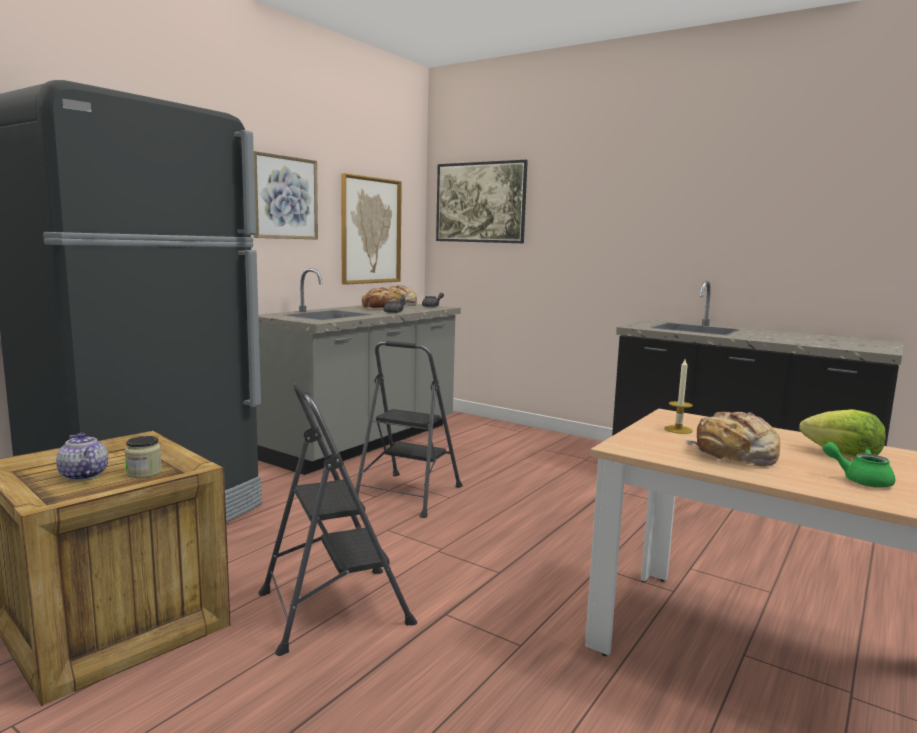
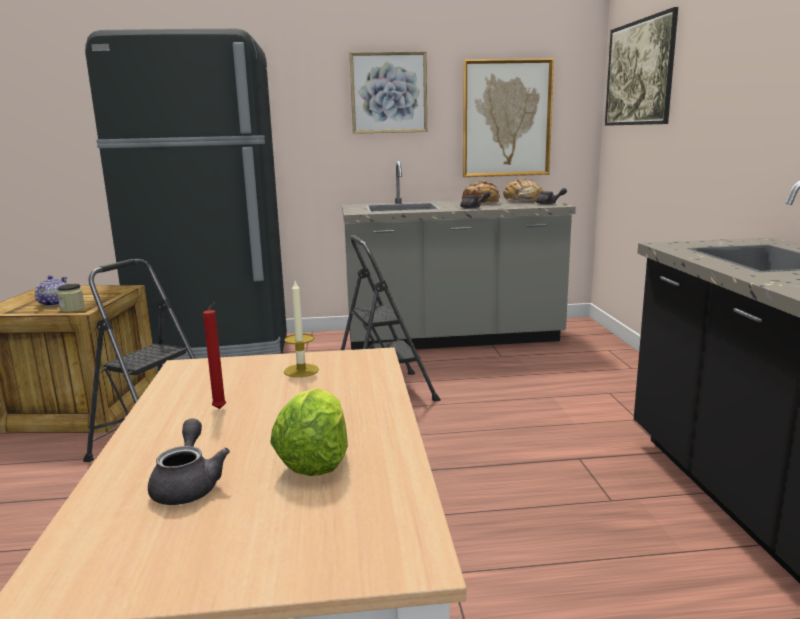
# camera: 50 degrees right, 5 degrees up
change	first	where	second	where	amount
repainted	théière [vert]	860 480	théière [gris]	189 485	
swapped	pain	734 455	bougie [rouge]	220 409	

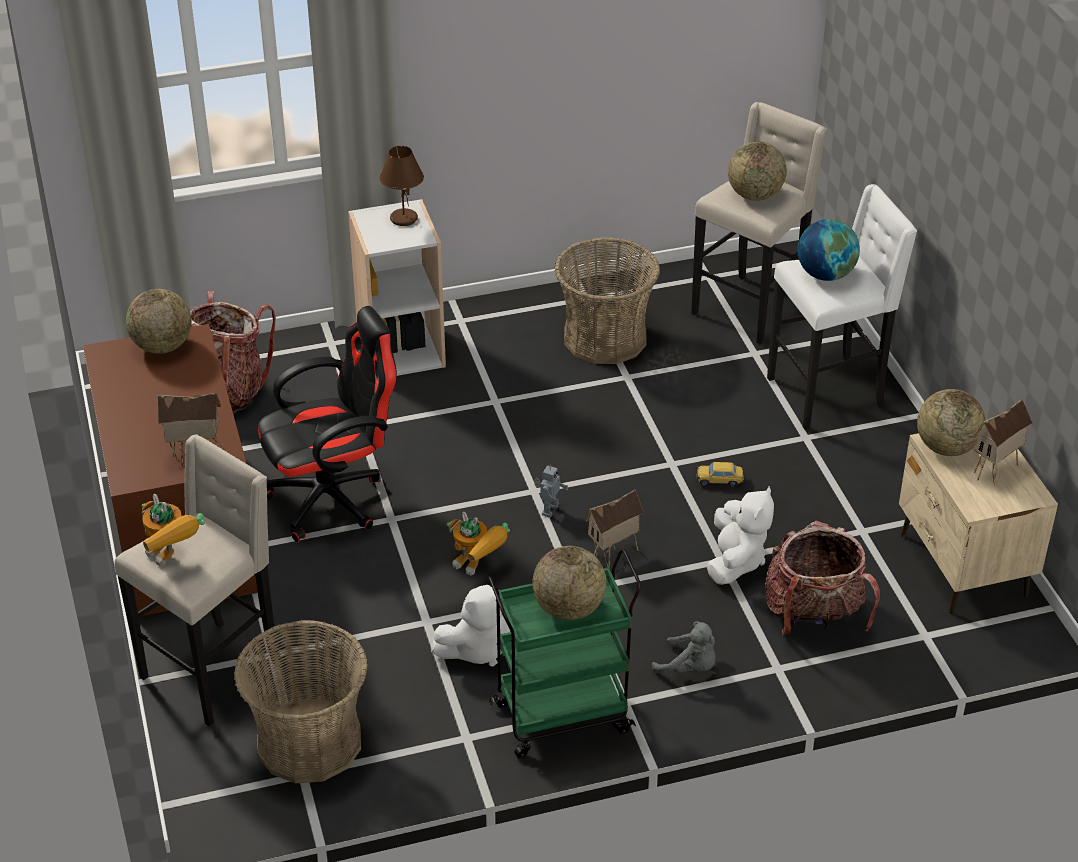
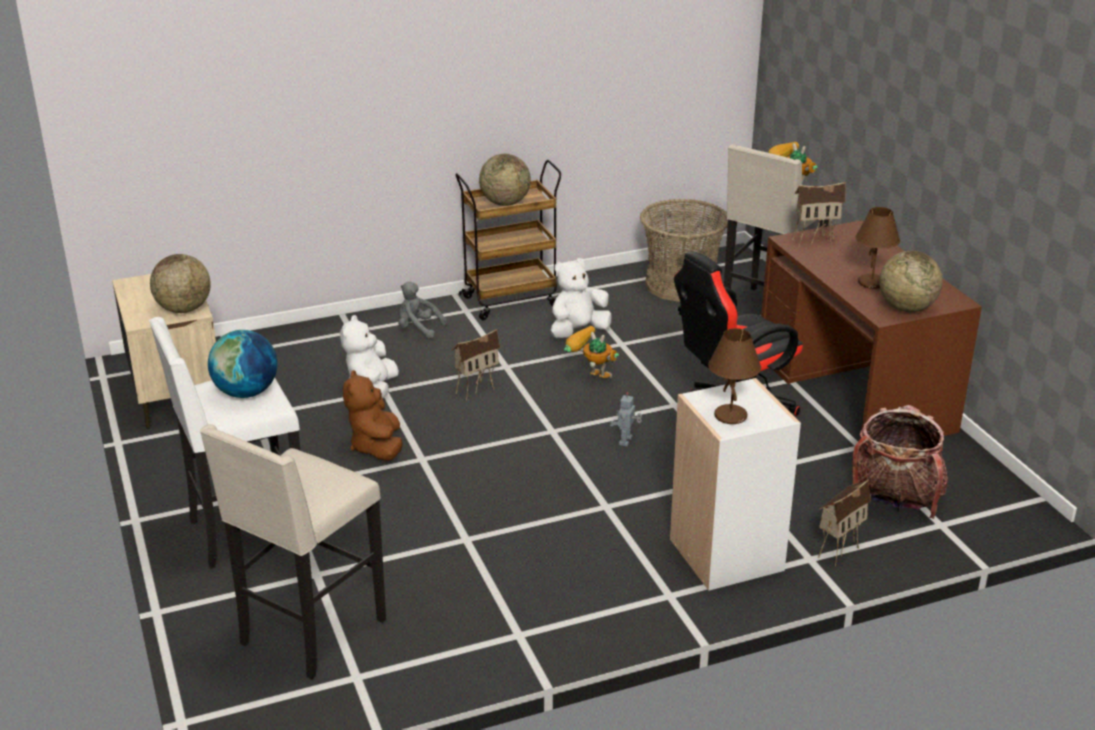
# camera: 175 degrees right, 10 degrees down
change	first	where	second	where	amount
swapped	petite voiture	719 480	peluche [marron]	377 447	
repainted	chariot [vert]	560 718	chariot [marron]	511 301	
shifted	robot jouet	548 510		626 441	
shifted	maison miniature	996 472		838 549	
new			lampe de table [marron]	872 283	
gone	panier	605 338			
gone	globe	755 195			
gone	sac à dos	813 615			

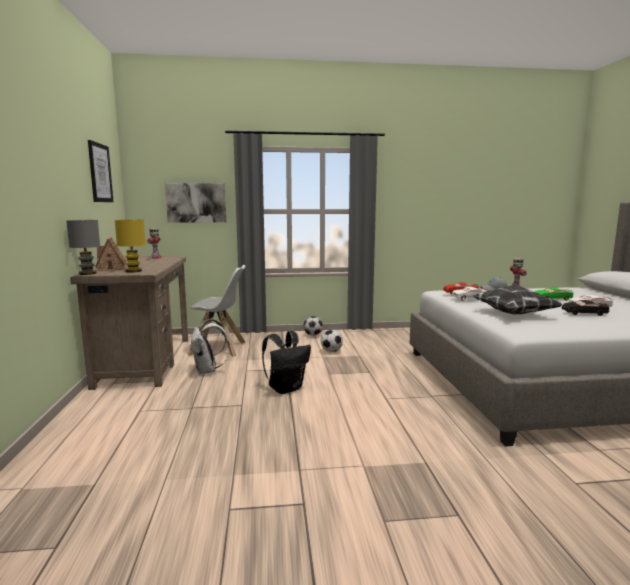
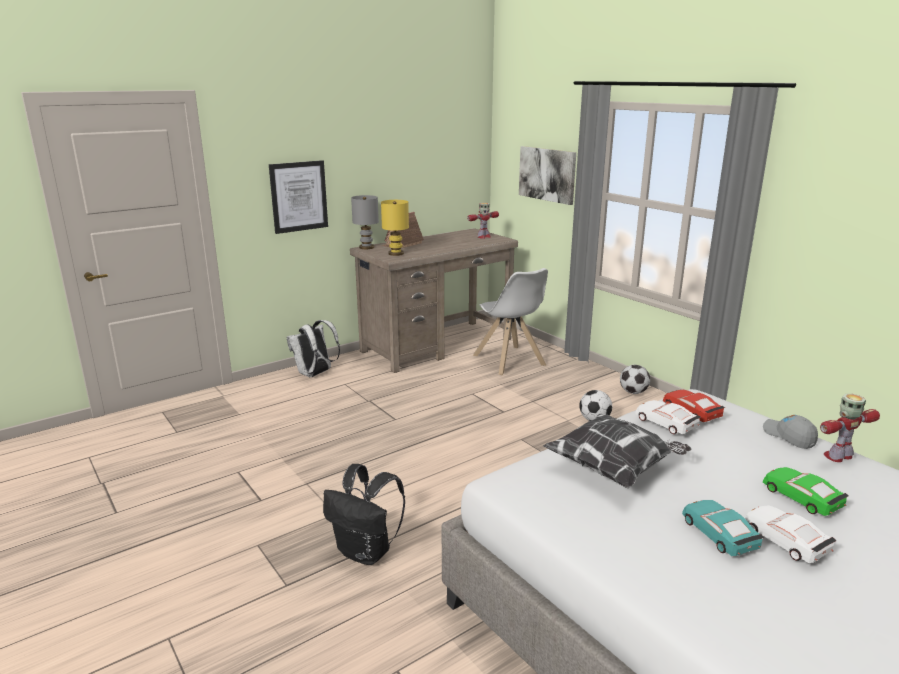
# camera: 60 degrees right, 10 degrees up
change	first	where	second	where	amount
shifted	tableau	100 173		298 196	
shifted	sac à dos [blanc]	208 371		315 374	
shifted	sac à dos [noir]	286 388		366 552	
repainted	petite voiture [noir]	584 313	petite voiture [turquoise]	719 534	

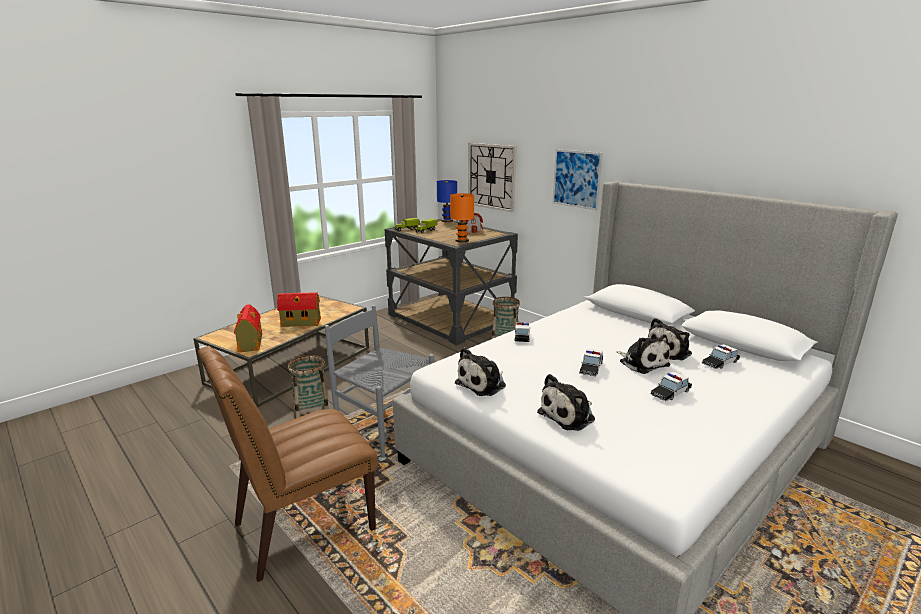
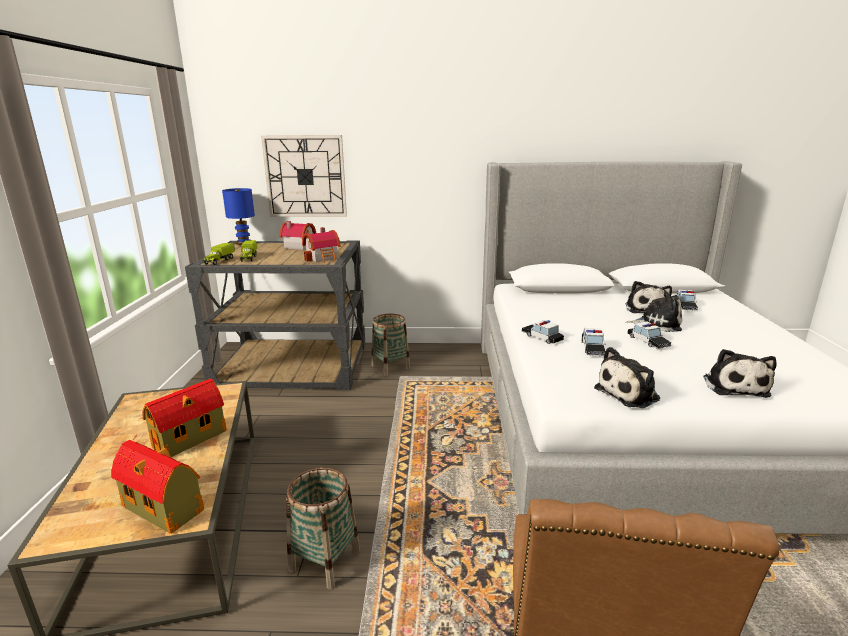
# camera: 45 degrees left, 0 degrees up
change	first	where	second	where	amount
swapped	lampe de table [orange]	462 240	maison miniature	323 258	
shifted	petite voiture	670 393		592 348	
rotated	peluche	483 384		630 393	60 degrees clockwise
gone	chaise [gris]	383 426			
gone	tableau	576 179			

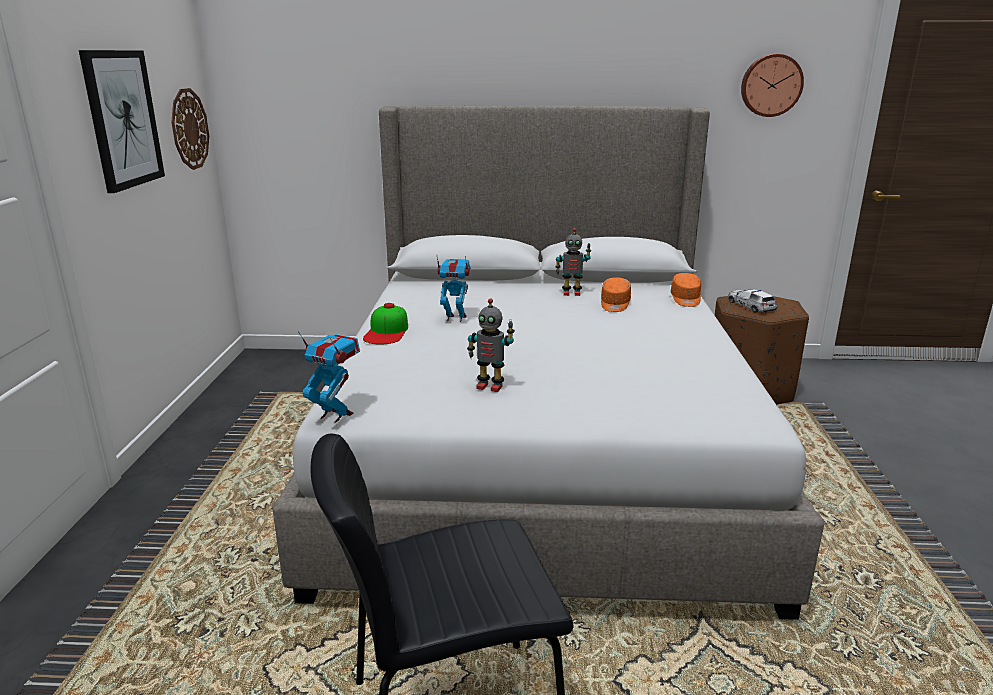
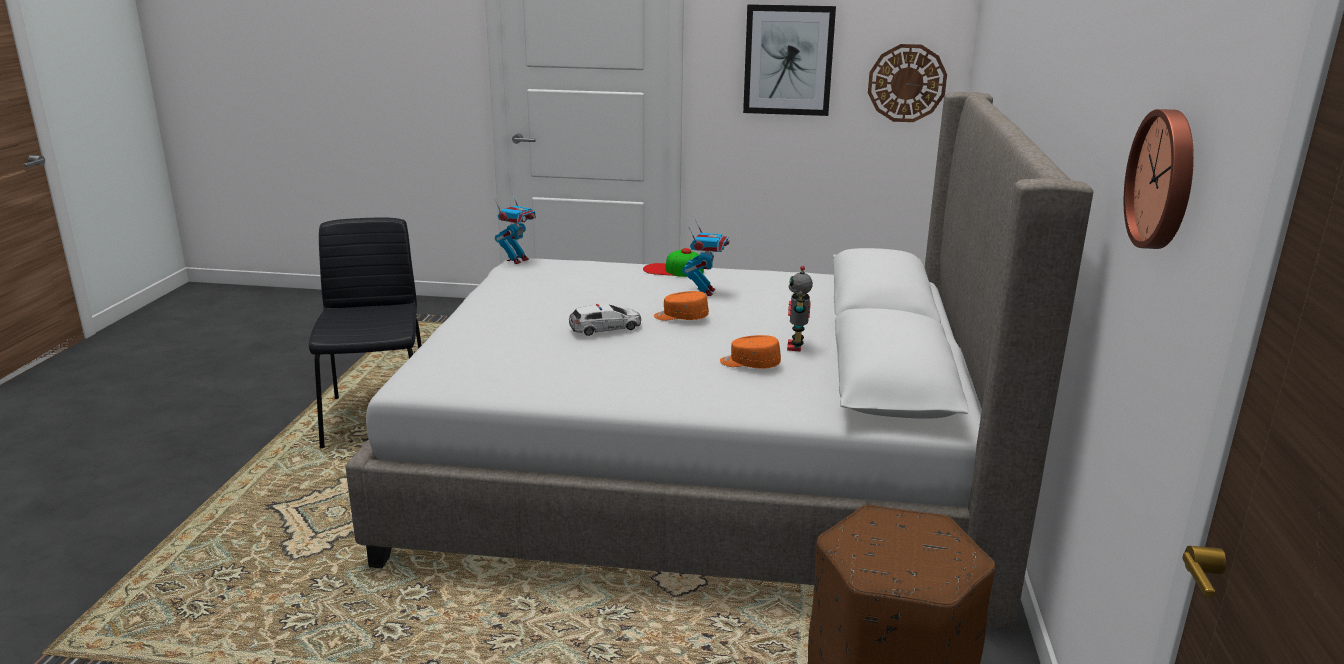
# camera: 95 degrees right, 0 degrees up
change	first	where	second	where	amount
shifted	petite voiture	750 306		605 327	
shifted	casquette [orange]	685 299		680 317	
gone	robot jouet	490 386			

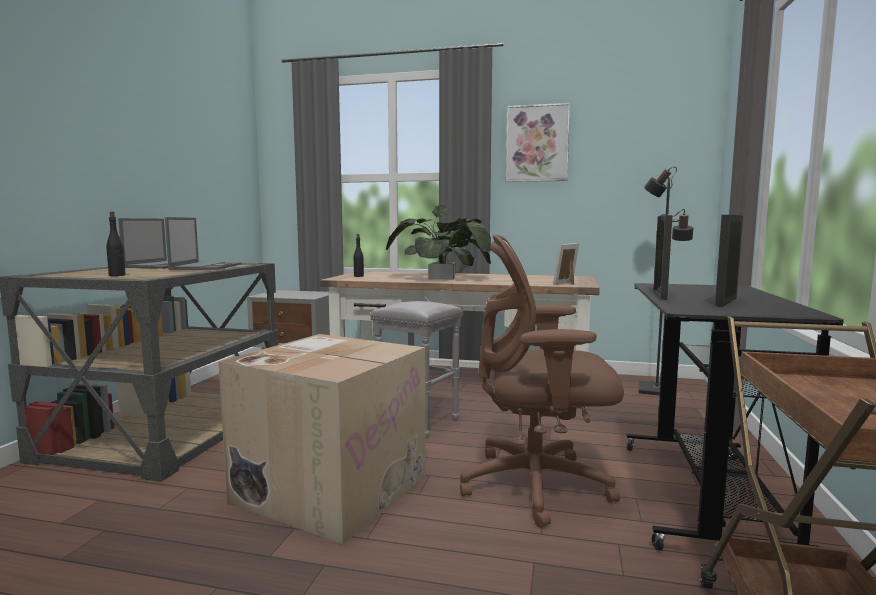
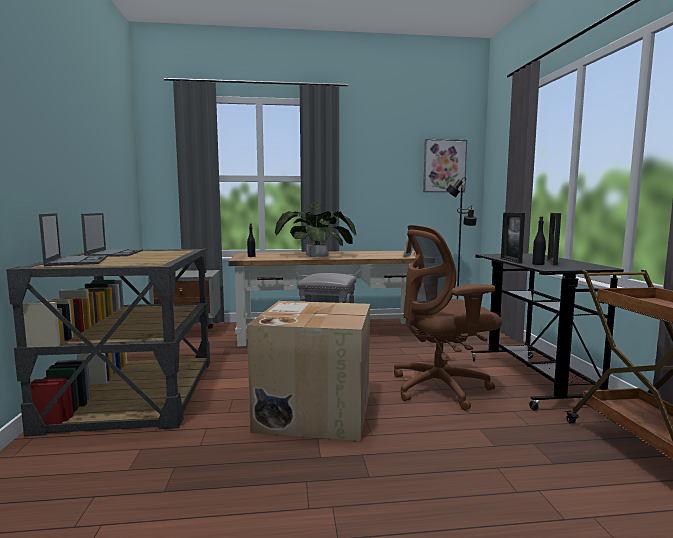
# camera: 20 degrees left, 0 degrees up
change	first	where	second	where	amount
shifted	ordinateur portable	206 266		77 261	
shifted	tableau	537 143		444 166	
shifted	bouteille [noir]	117 275		538 264	

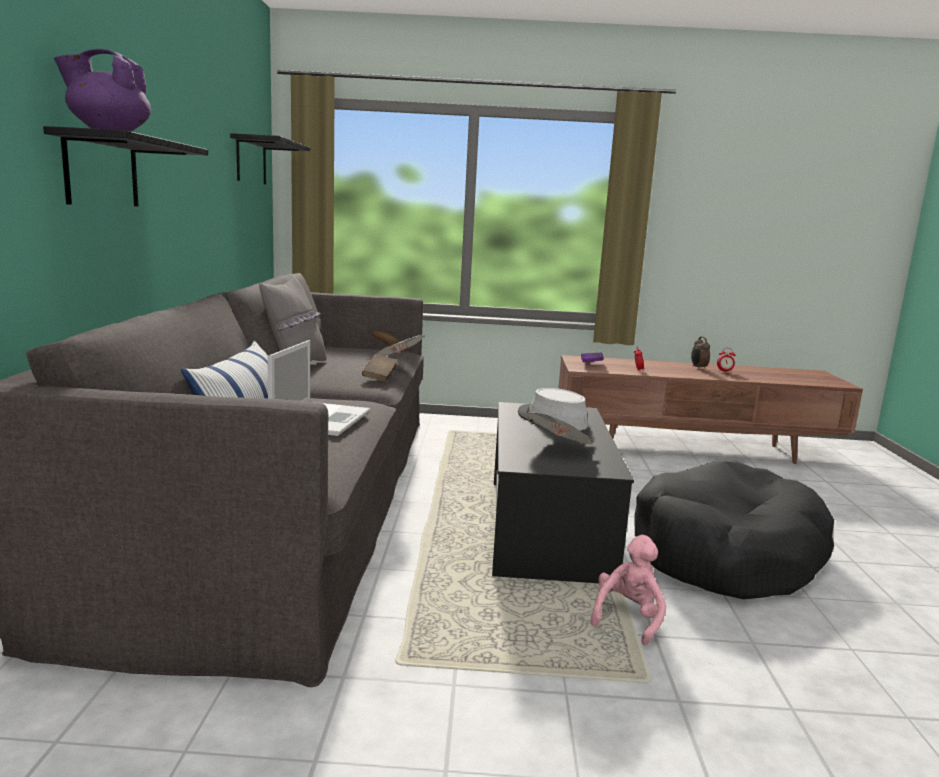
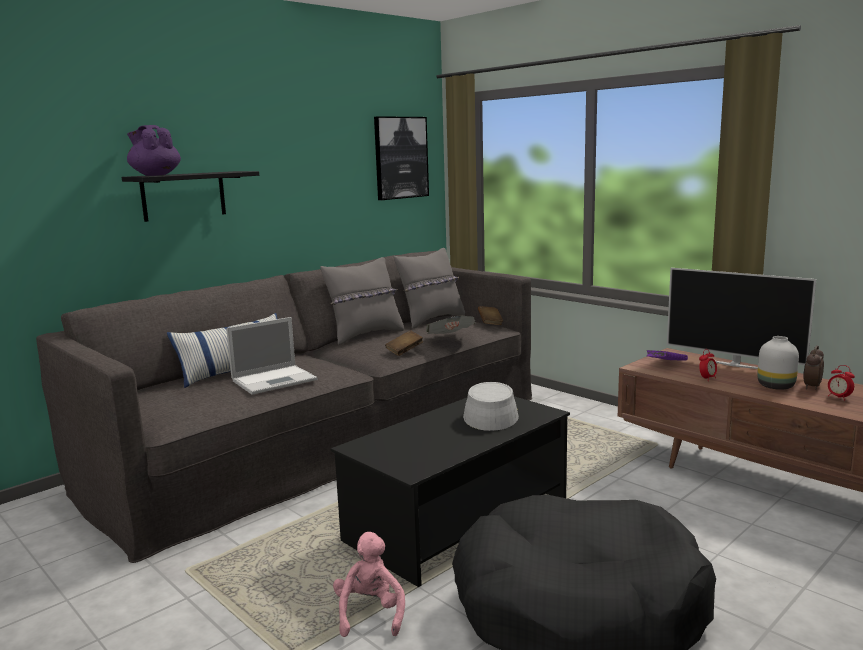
# camera: 45 degrees right, 0 degrees up
change	first	where	second	where	amount
rotated	peluche [rose]	628 618		370 614	75 degrees counterclockwise
swapped	étagère [noir]	251 161	tableau	400 158	
new			coussin [gris]	431 320	
new			téléviseur	734 364	
new			vase [blanc]	775 386	
gone	journal	560 449			

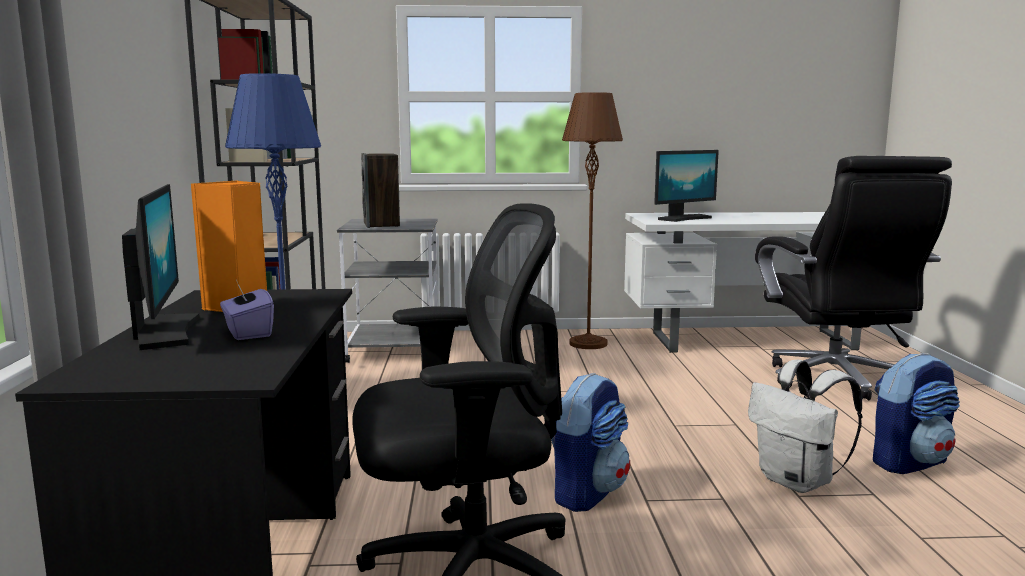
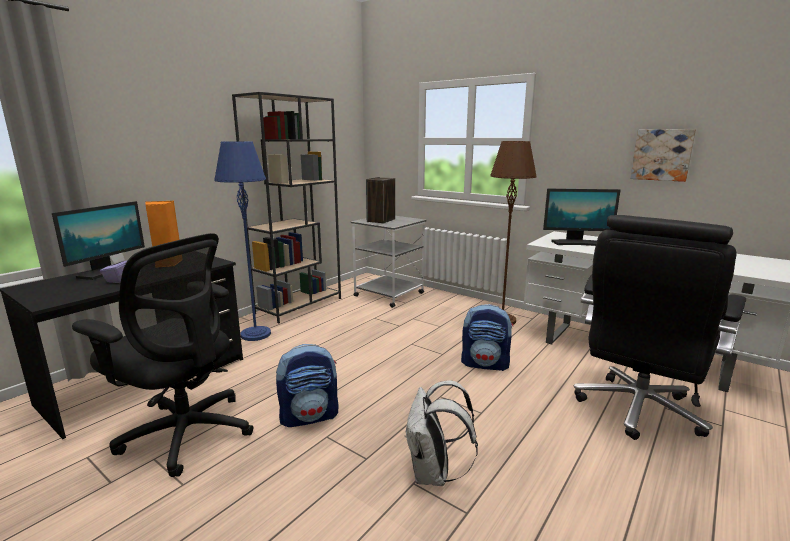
# camera: 40 degrees right, 5 degrees up
change	first	where	second	where	amount
shifted	sac à dos	909 462		485 364	
new			tableau	662 155	

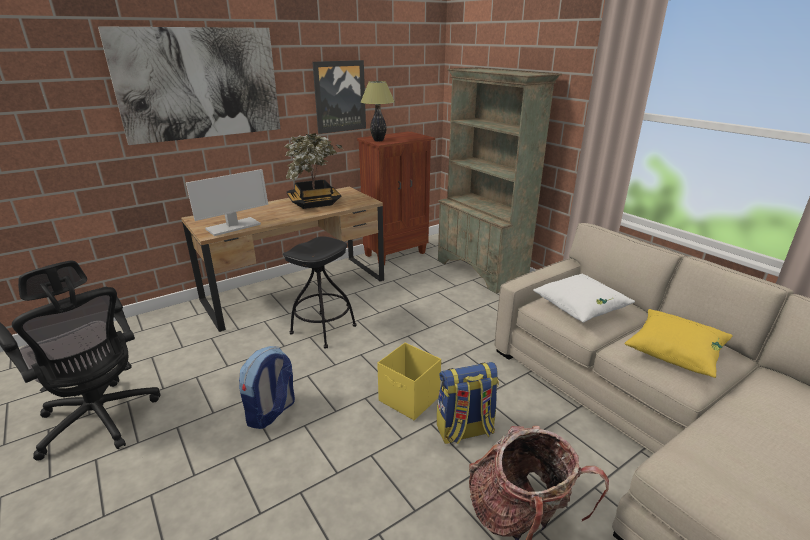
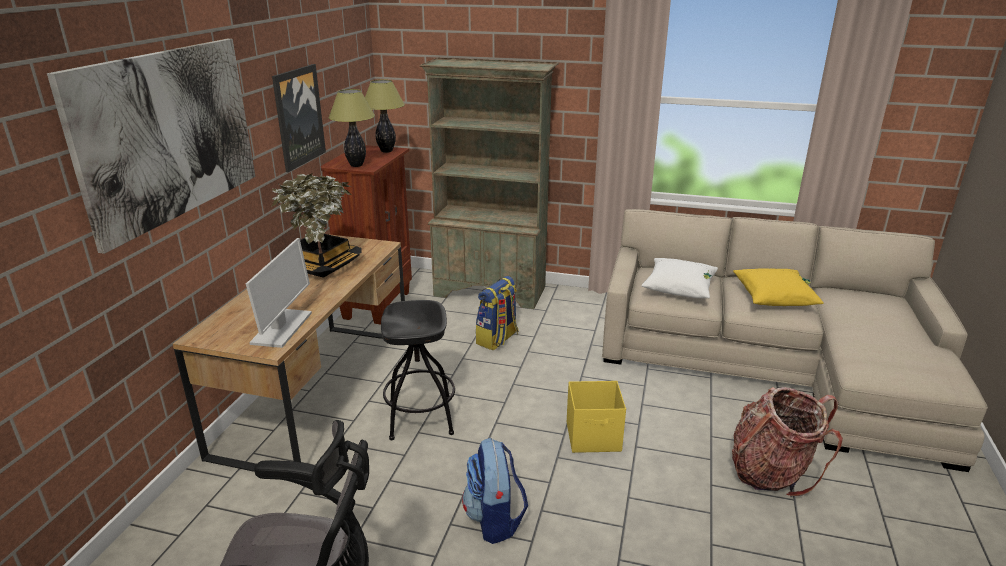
# camera: 40 degrees left, 0 degrees up
change	first	where	second	where	amount
new			lampe de table	387 151	
shifted	sac à dos	465 431		497 339	

